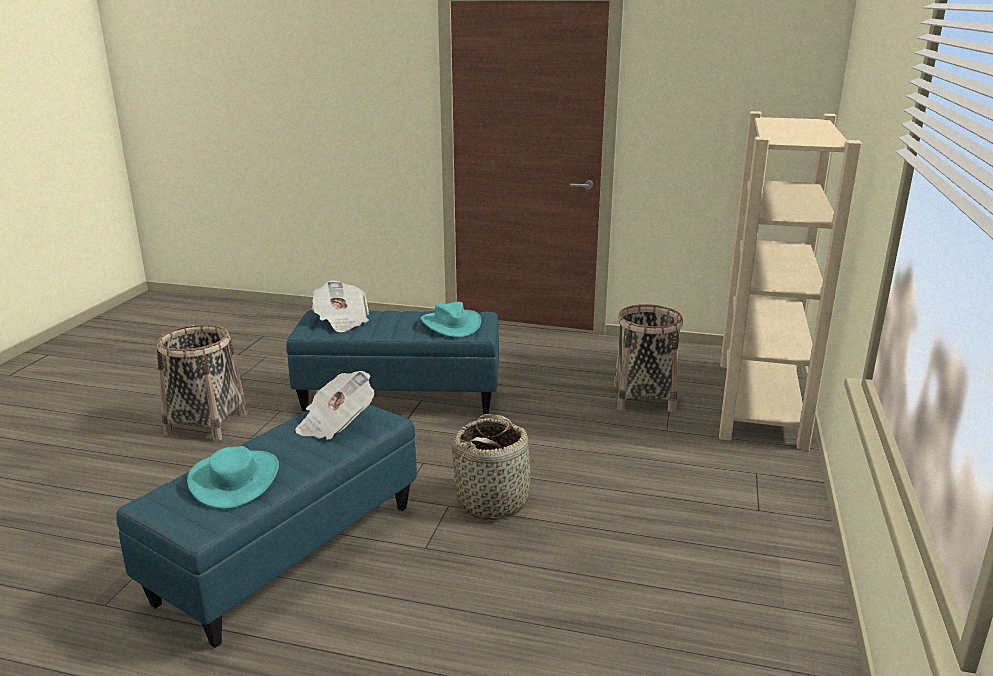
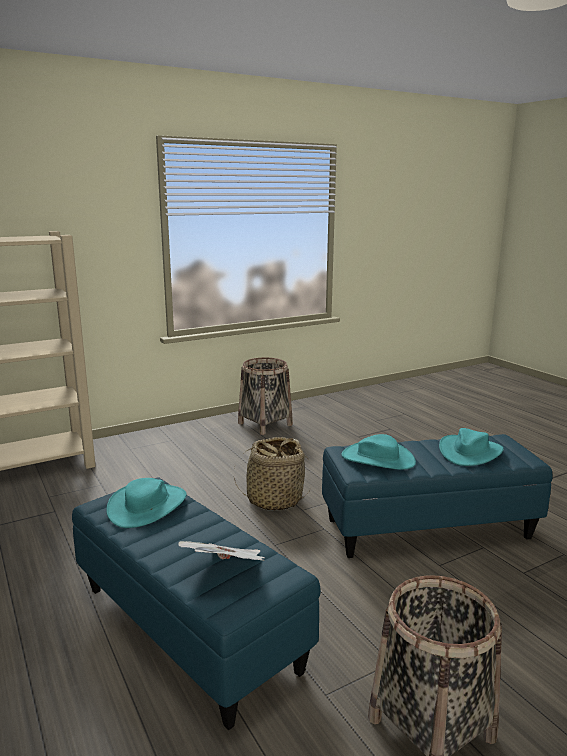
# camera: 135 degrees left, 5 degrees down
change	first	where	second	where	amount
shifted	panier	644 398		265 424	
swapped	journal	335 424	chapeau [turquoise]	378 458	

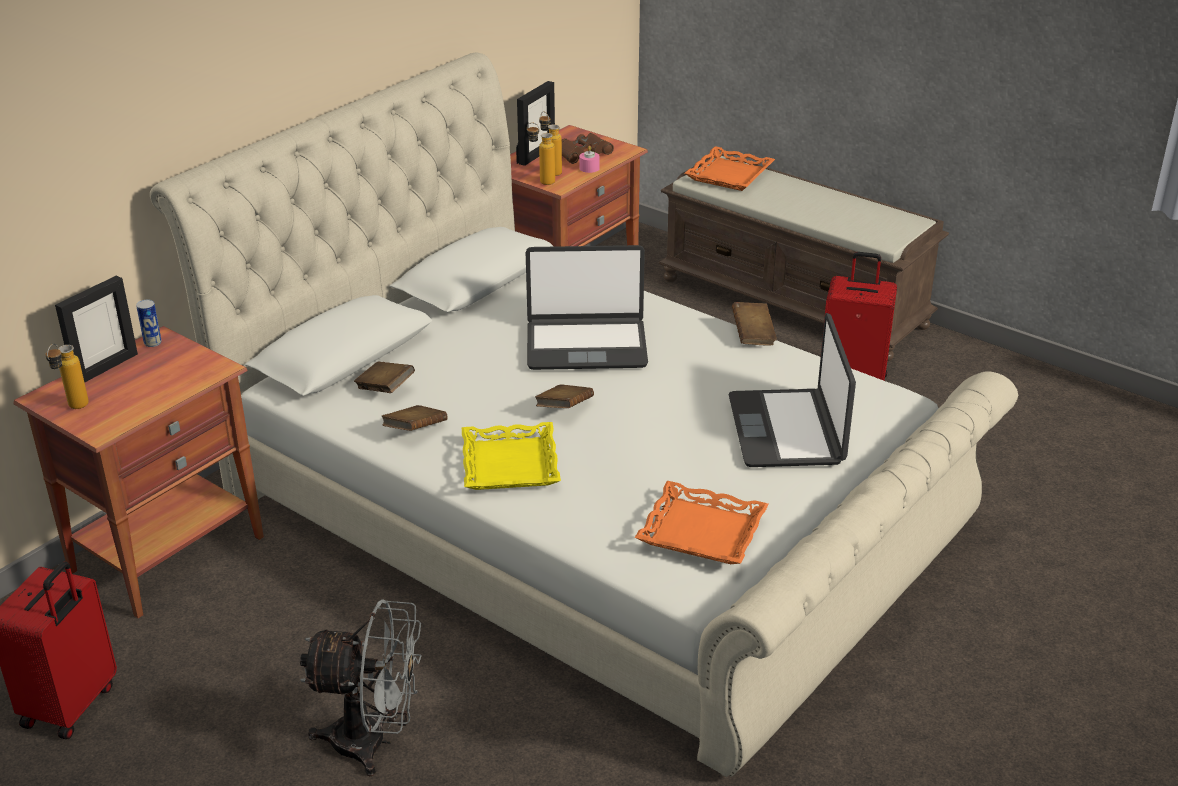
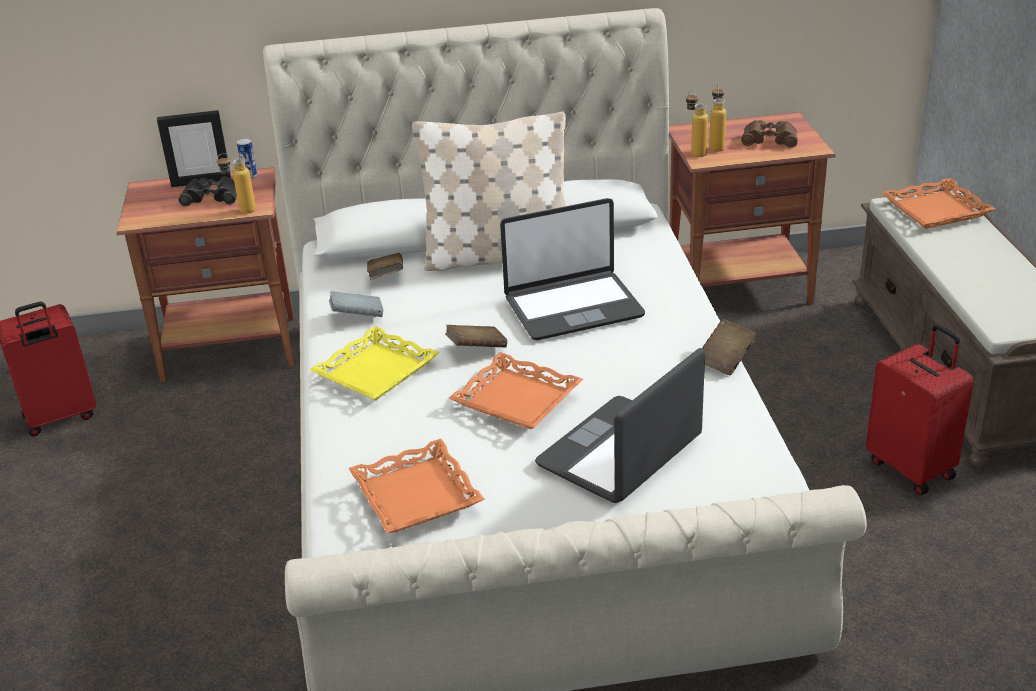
# camera: 45 degrees right, 0 degrees up
change	first	where	second	where	amount
new			jumelles [noir]	211 197	
shifted	bouteille	73 409		241 212	
repainted	livre [marron]	415 431	livre [gris]	357 316	
new			coussin [beige]	498 255	
new			plateau [orange]	517 398	
rotated	ordinateur portable	586 345		573 307	60 degrees counterclockwise
gone	ventilateur [gris]	374 742			
gone	cadre photo	536 154			
gone	bougie [rose]	589 168			

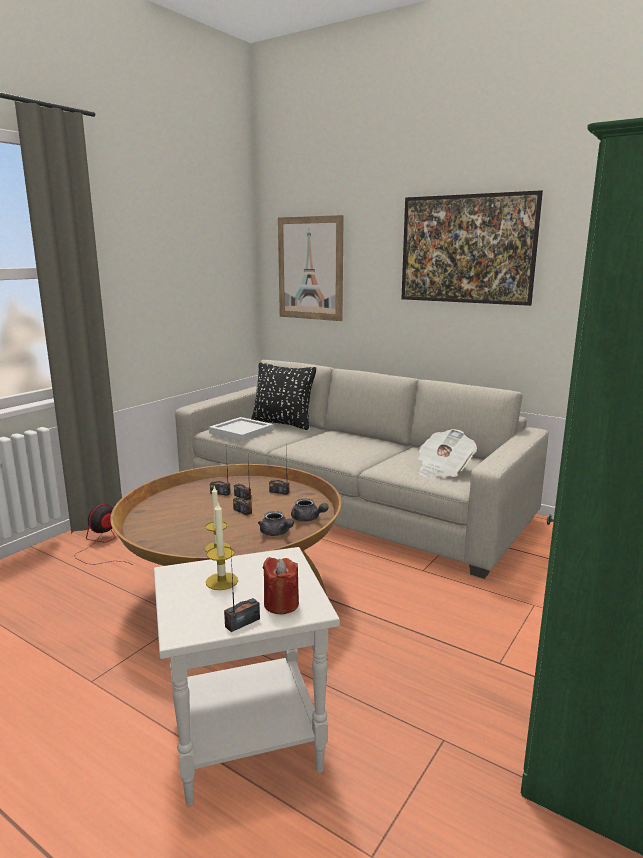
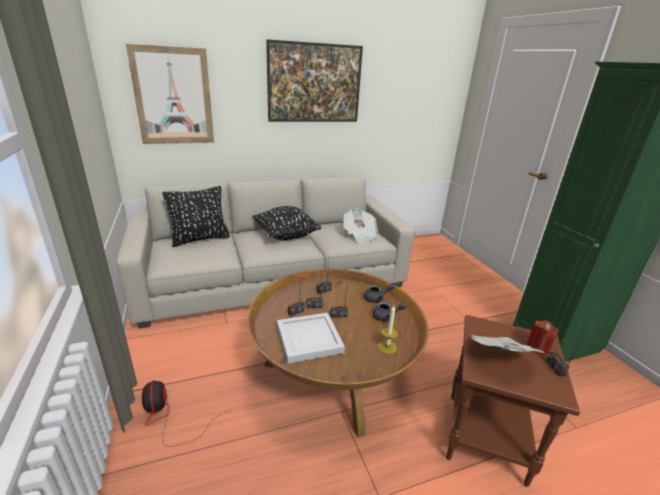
# camera: 55 degrees left, 10 degrees up
change	first	where	second	where	amount
new			coussin [noir]	286 235	
shifted	plateau [blanc]	242 431		309 338	
repainted	table d'appoint [blanc]	245 744	table d'appoint [marron]	487 438	
swapped	bougie	222 581	journal	500 357	

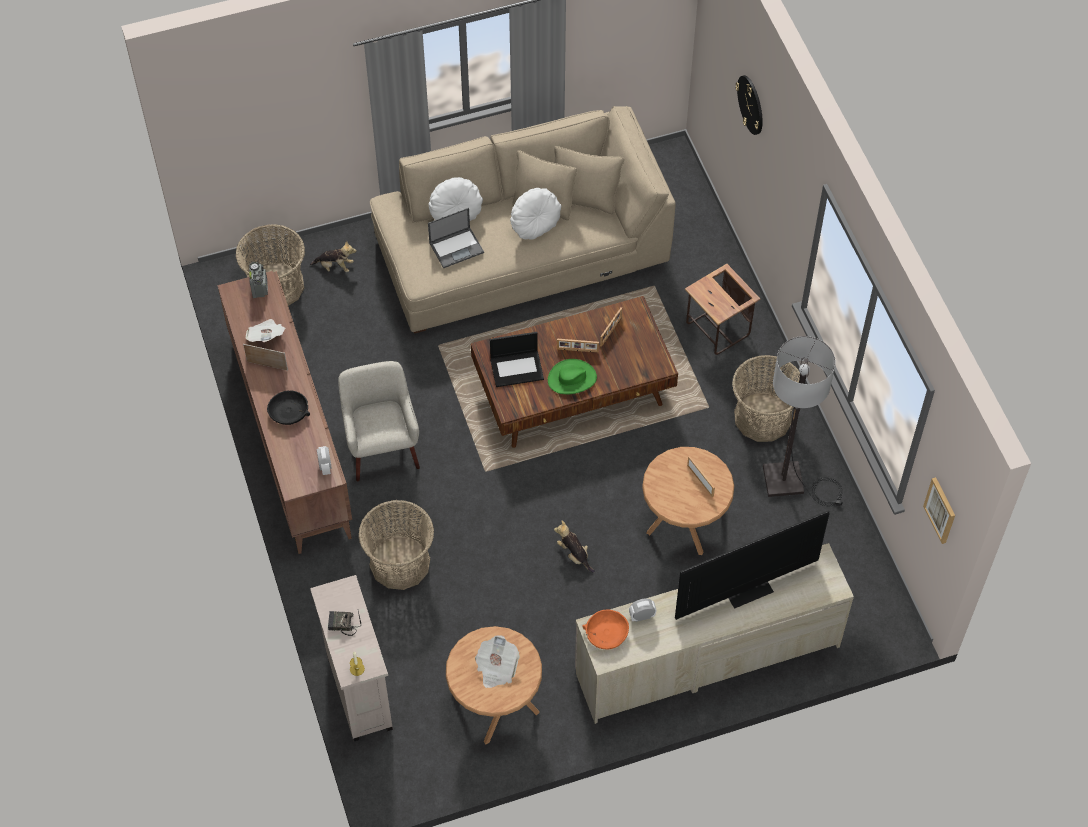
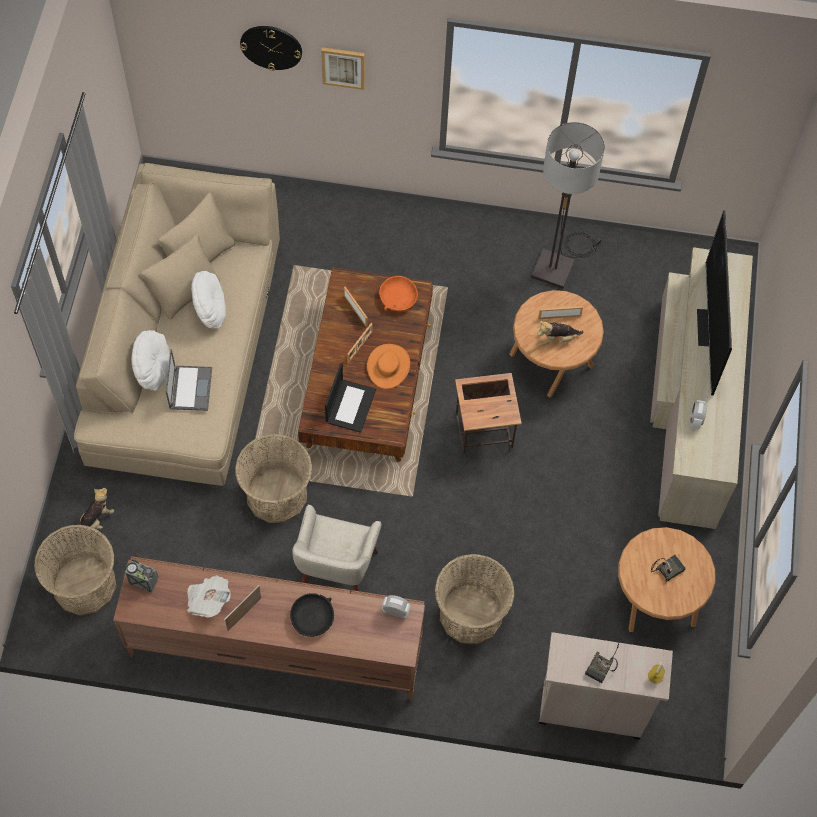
# camera: 65 degrees left, 5 degrees up
change	first	where	second	where	amount
shifted	panier	763 417		277 495	
rotated	fauteuil [beige]	382 449		336 573	90 degrees counterclockwise
shifted	tableau	940 510		343 67	
repainted	chapeau [vert]	572 379	chapeau [orange]	388 366	
shifted	bol [orange]	606 633		398 298	
shifted	table d'appoint	718 330		485 431	
shifted	peluche	574 554		556 339	
swapped	journal	496 668	radio	667 568	

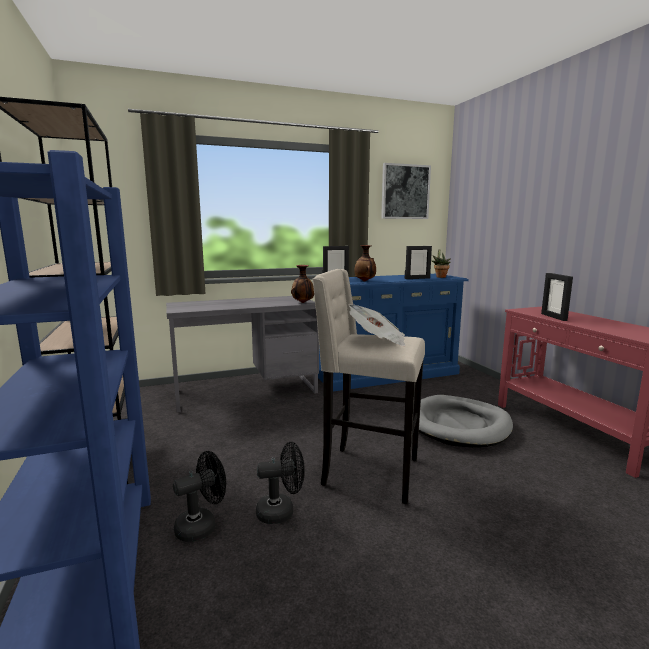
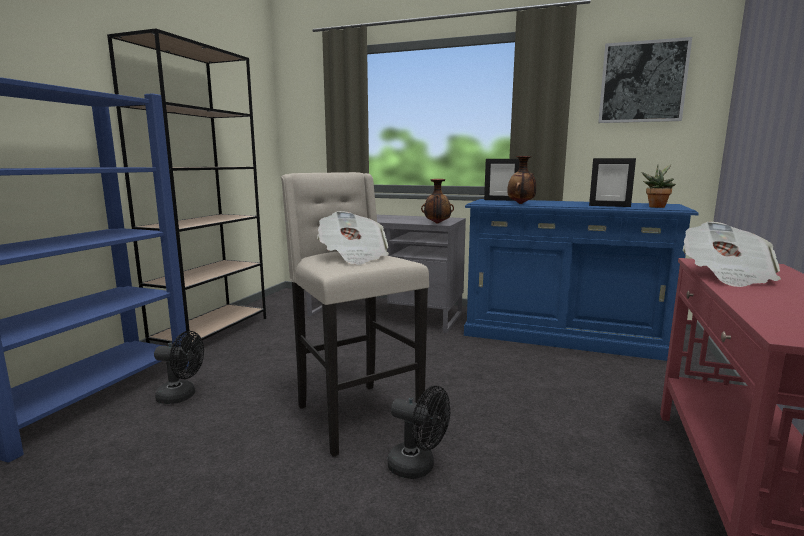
# camera: 40 degrees right, 0 degrees up
change	first	where	second	where	amount
shifted	ventilateur [noir]	281 511		418 467	
swapped	cadre photo	554 317	journal	726 276	
gone	panier pour chien [gris]	459 425			

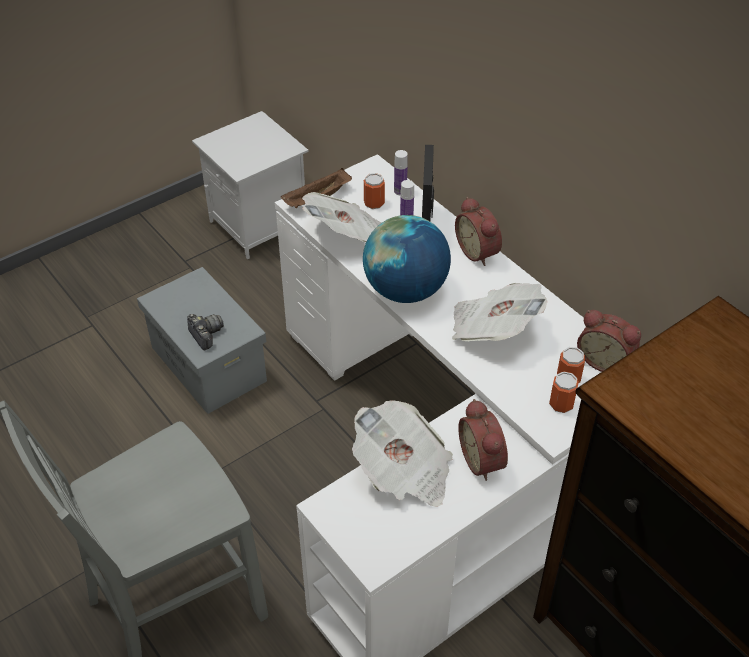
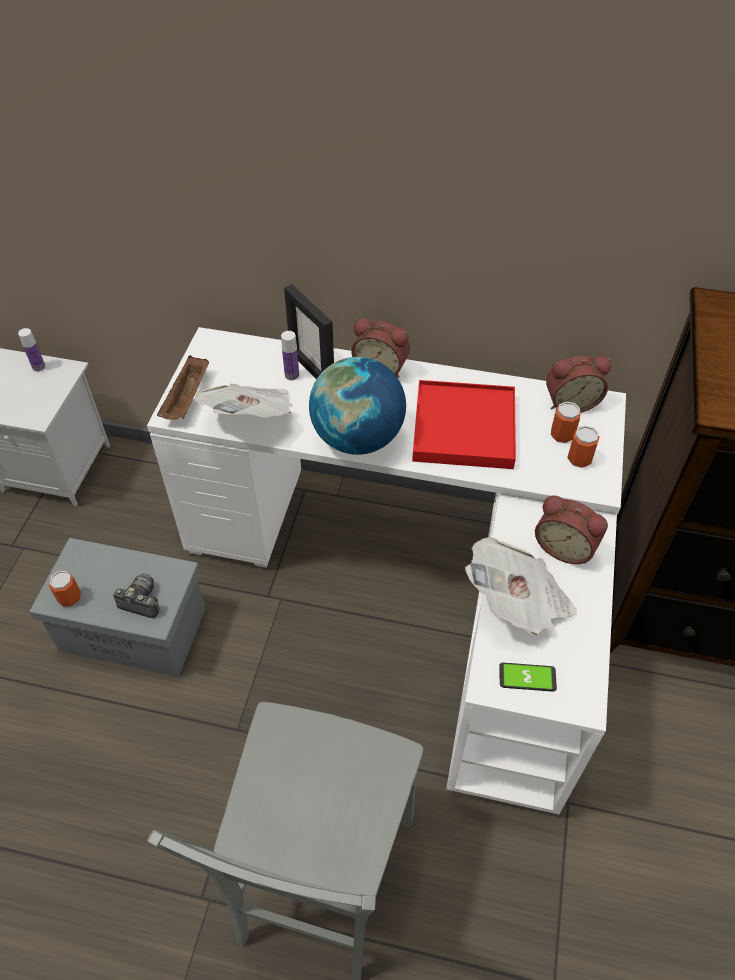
# camera: 40 degrees left, 5 degrees up
change	first	where	second	where	amount
shifted	bouteille	400 191		39 367	
shifted	boîte métallique	374 203		69 598	
swapped	journal	493 329	plateau [rouge]	463 428	
new			téléphone	527 677	

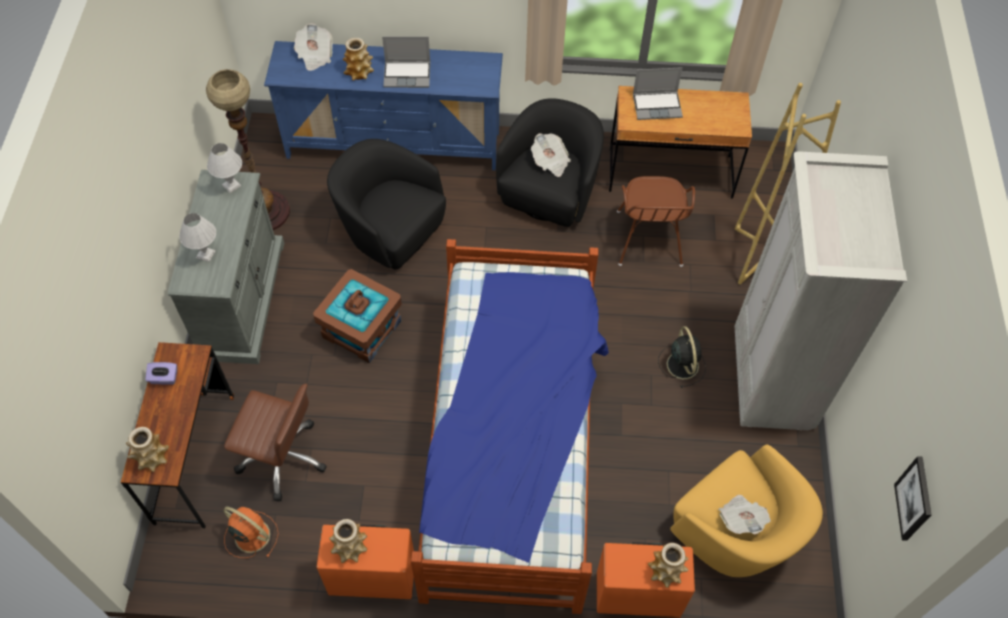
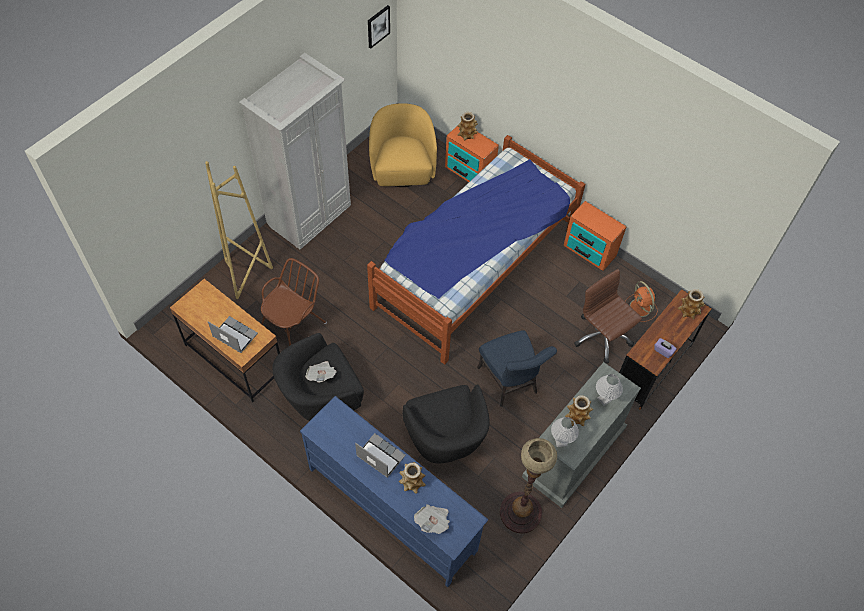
# camera: 145 degrees left, 0 degrees up
change	first	where	second	where	amount
swapped	boîte de rangement [marron]	361 329	chaise [bleu]	510 382	
shifted	vase	350 547		577 416	
gone	ventilateur [noir]	682 364			
gone	journal	741 519			

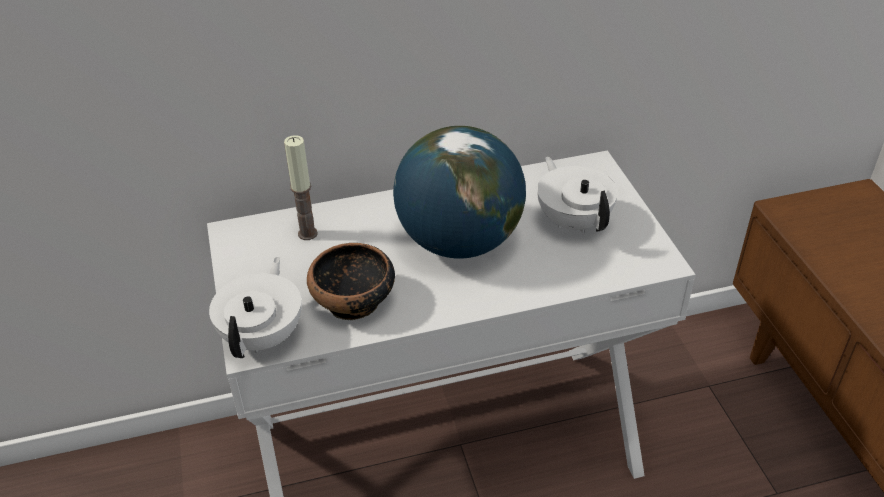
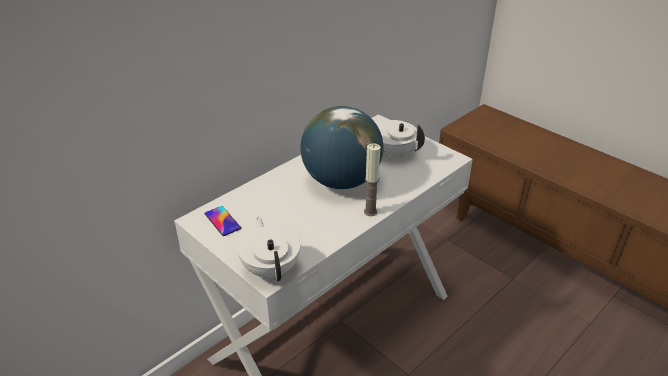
# camera: 30 degrees left, 5 degrees down
change	first	where	second	where	amount
new			téléphone	222 221	
shifted	bougie	307 234		370 212	
gone	bol	354 302			

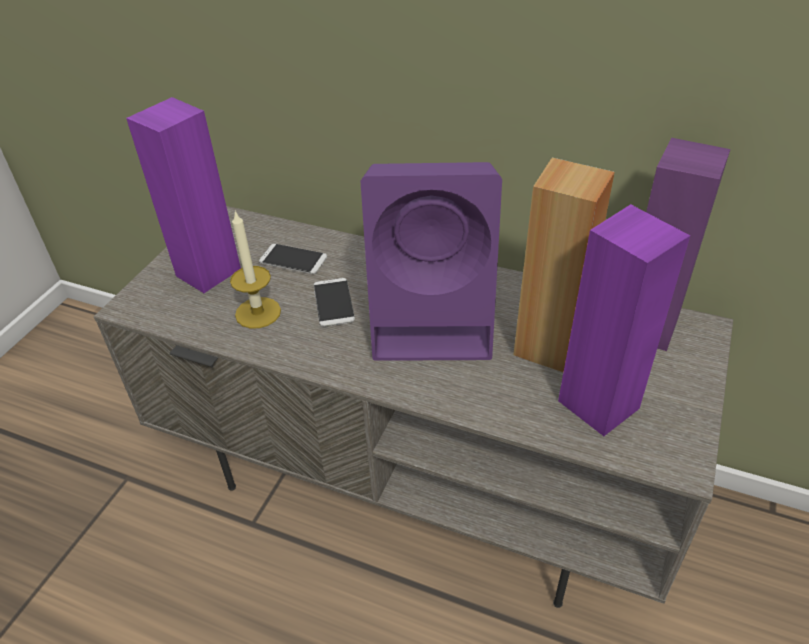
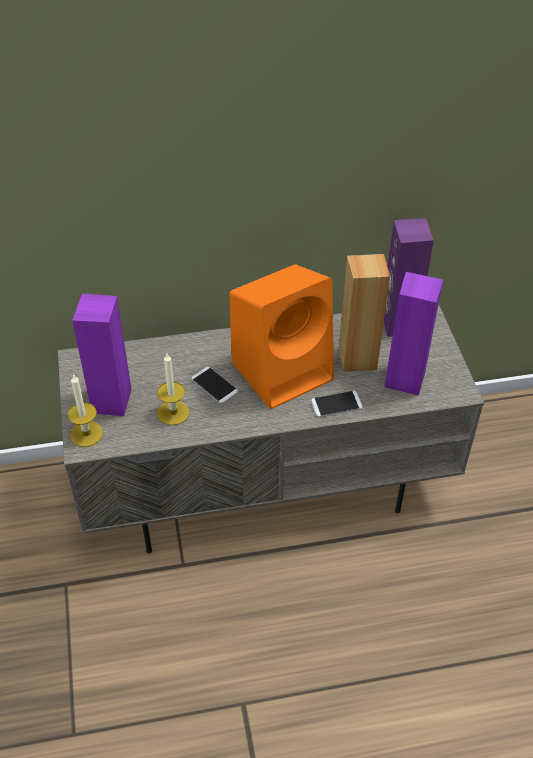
# camera: 35 degrees left, 5 degrees up
change	first	where	second	where	amount
new			bougie	86 434	
repainted	enceinte [violet]	436 320	enceinte [orange]	284 369	
shifted	téléphone	293 260		336 404	

